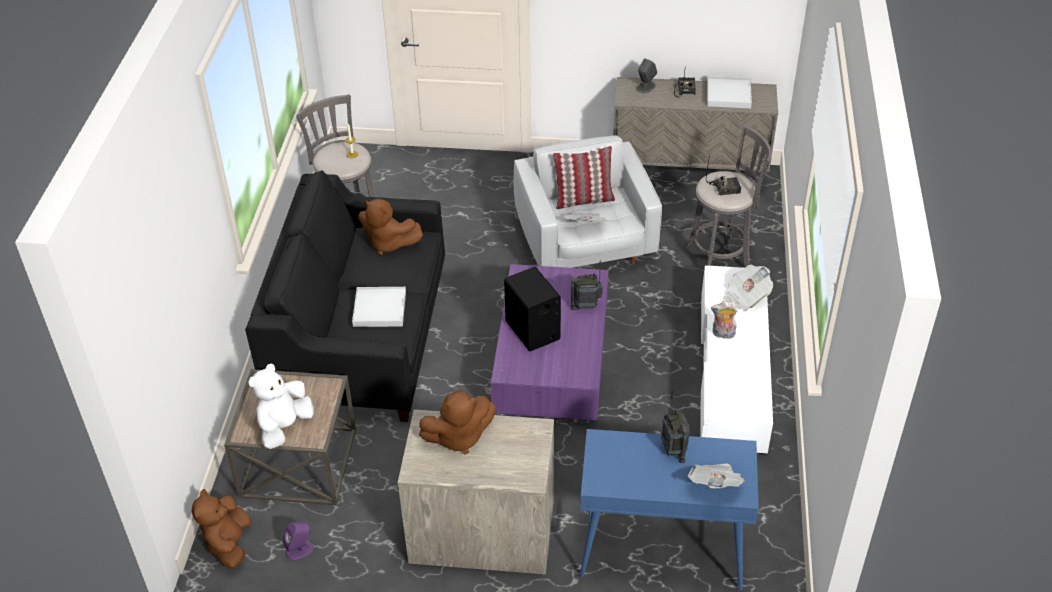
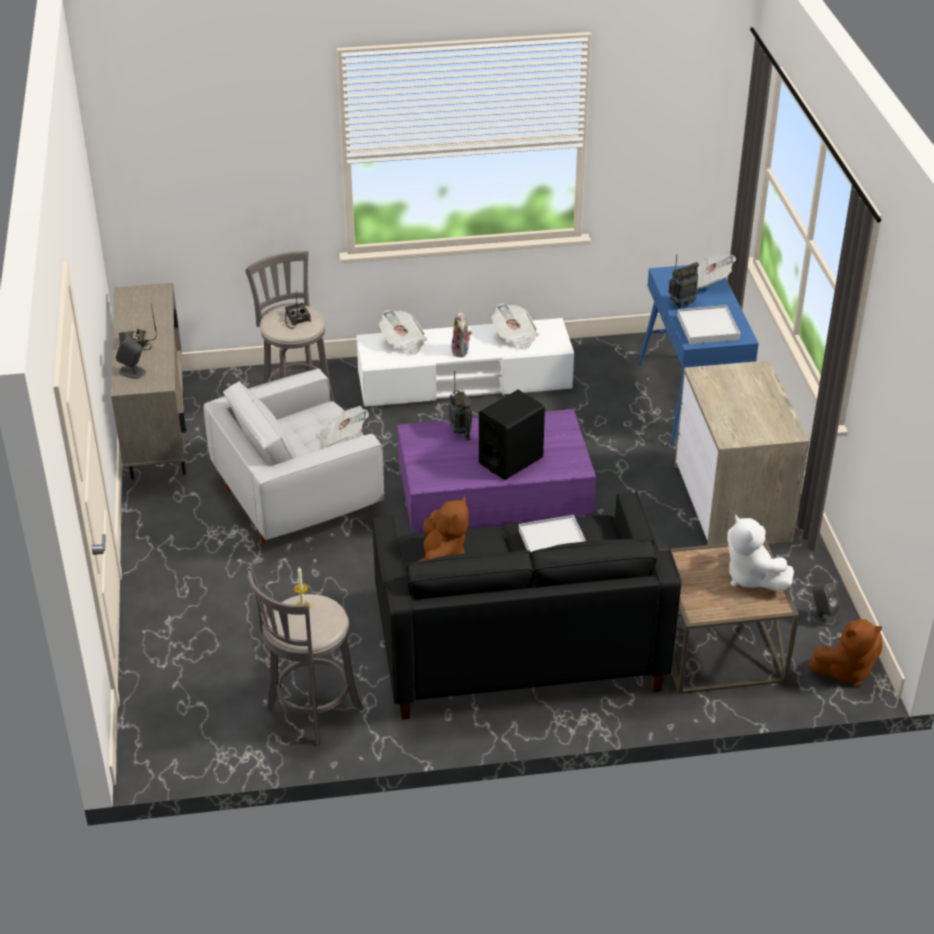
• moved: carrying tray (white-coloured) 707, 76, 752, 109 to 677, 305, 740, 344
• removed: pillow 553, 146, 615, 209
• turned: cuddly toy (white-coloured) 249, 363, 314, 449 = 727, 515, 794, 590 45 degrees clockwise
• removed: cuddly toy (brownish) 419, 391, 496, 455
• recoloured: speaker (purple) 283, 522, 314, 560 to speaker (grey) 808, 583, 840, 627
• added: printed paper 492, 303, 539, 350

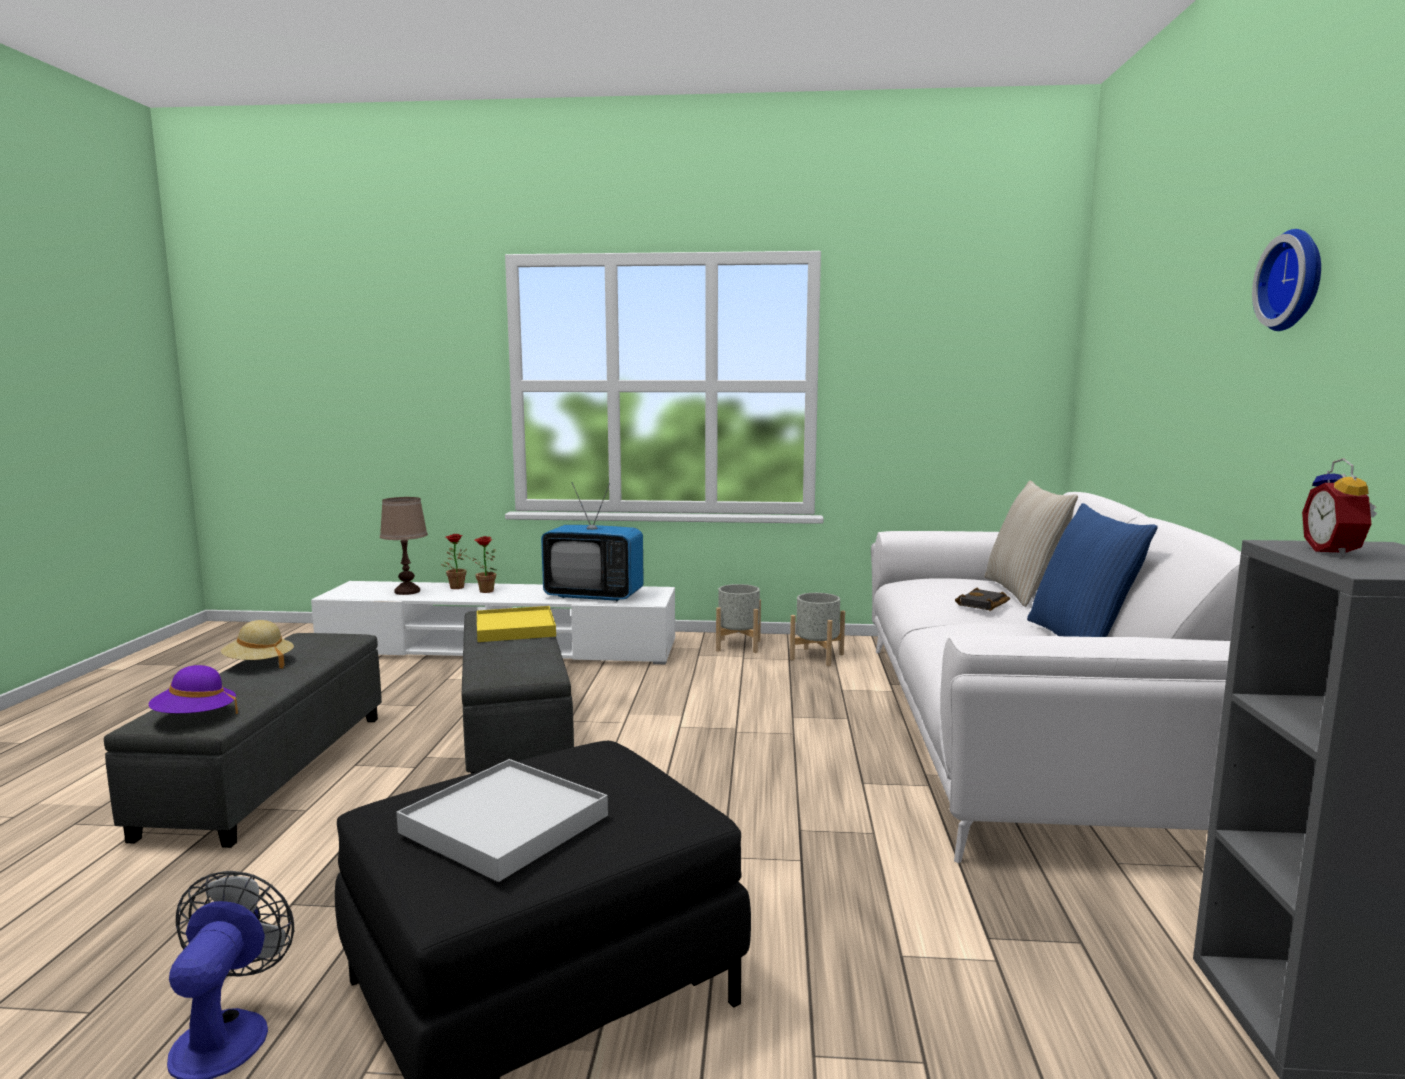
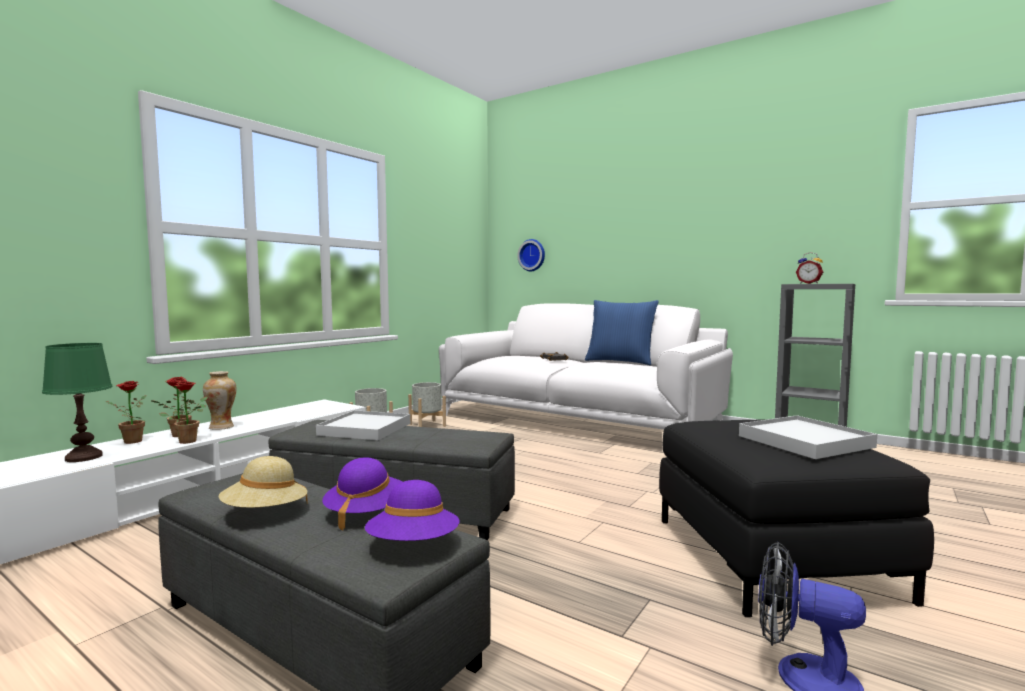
• moved: hanging clock 1252, 229, 1321, 331 to 517, 239, 545, 271
• removed: pillow (sand-coloured) 984, 481, 1078, 607
• removed: television 541, 482, 644, 601
• recoloured: table lamp (brownish) 380, 497, 428, 595 to table lamp (green) 42, 343, 113, 462
• recoloured: carrying tray (yellow) 477, 606, 556, 642 to carrying tray (white-coloured) 316, 410, 410, 440
• added: flower vase 203, 371, 236, 430
• added: houseplant 159, 381, 208, 444
• added: clothing hat (purple) 322, 457, 402, 531

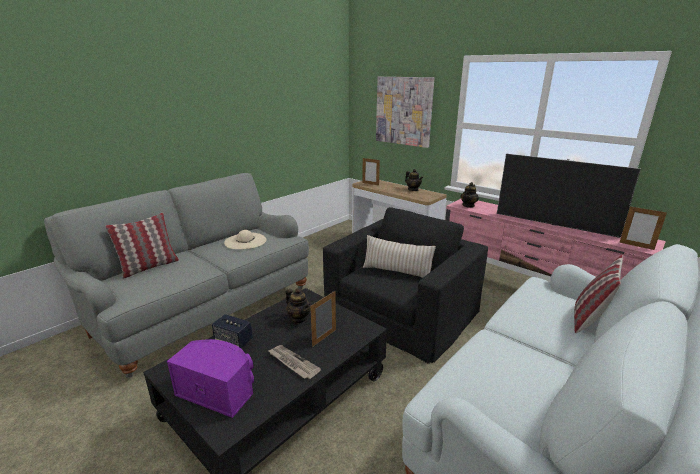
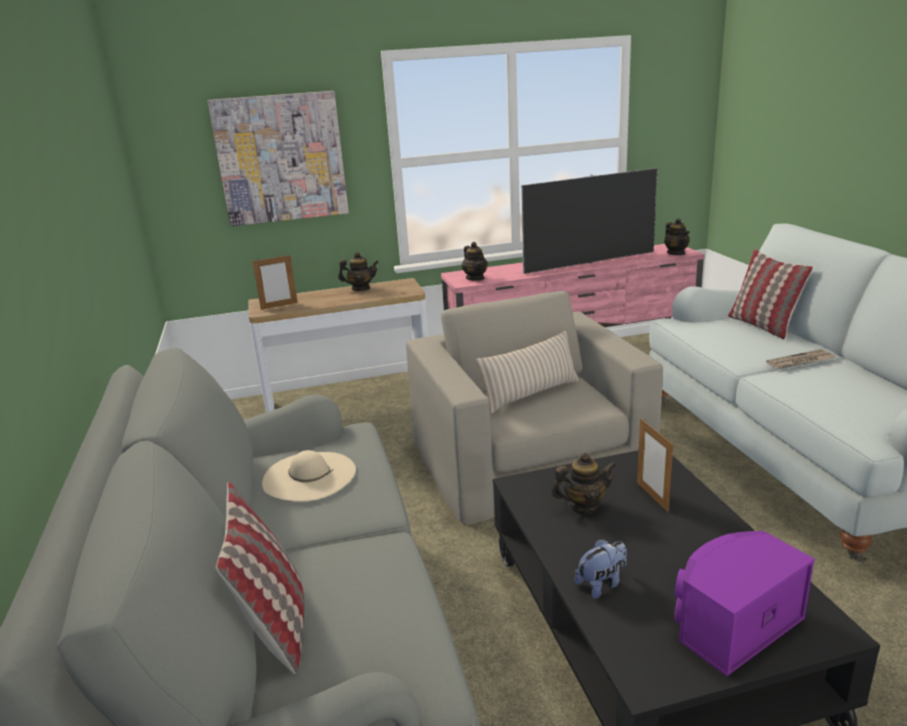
• replaced: standing frame 619, 206, 667, 250 to teapot 664, 218, 690, 255
• recoloured: easy chair (blackish) 323, 207, 488, 364 to easy chair (sand-coloured) 406, 291, 663, 526
• replaced: speaker 212, 314, 253, 348 to cuddly toy 575, 539, 627, 599
• moved: printed paper 268, 345, 321, 379 to 766, 349, 835, 369

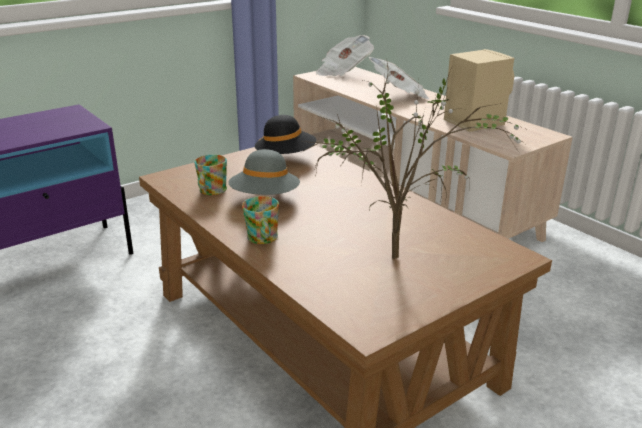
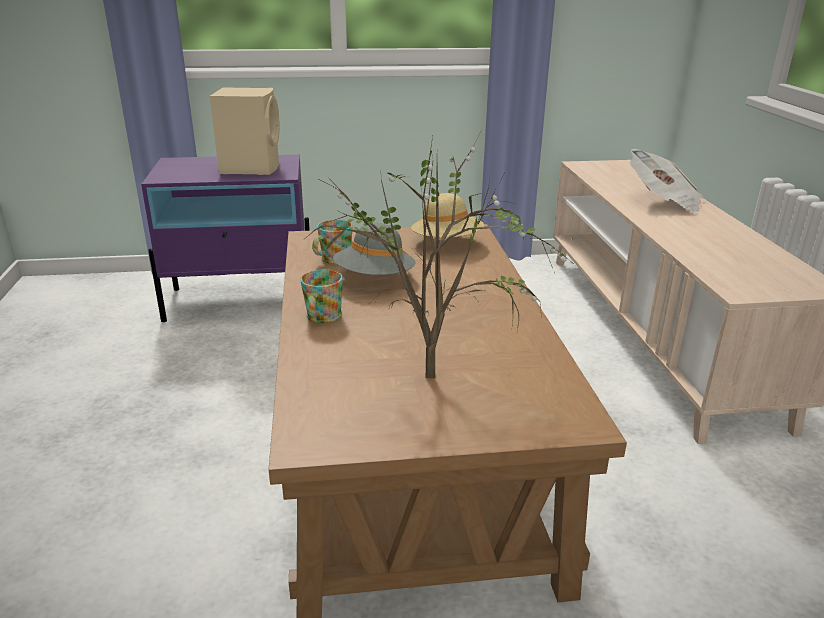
• removed: printed paper 315, 35, 374, 76
• moved: speaker (sand-coloured) 444, 49, 514, 132 to 210, 87, 280, 175
• recoloured: clothing hat (blackish) 255, 115, 316, 154 to clothing hat (sand-coloured) 411, 193, 484, 238

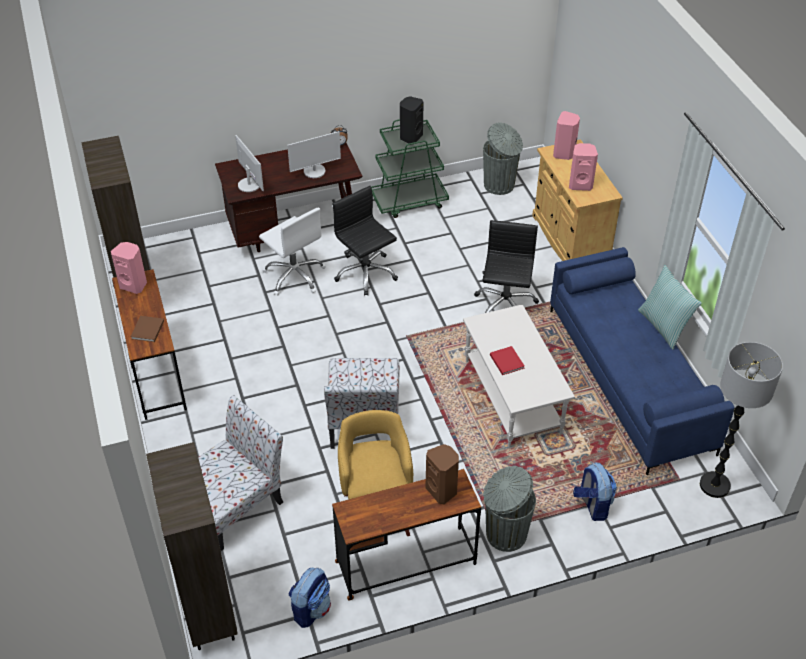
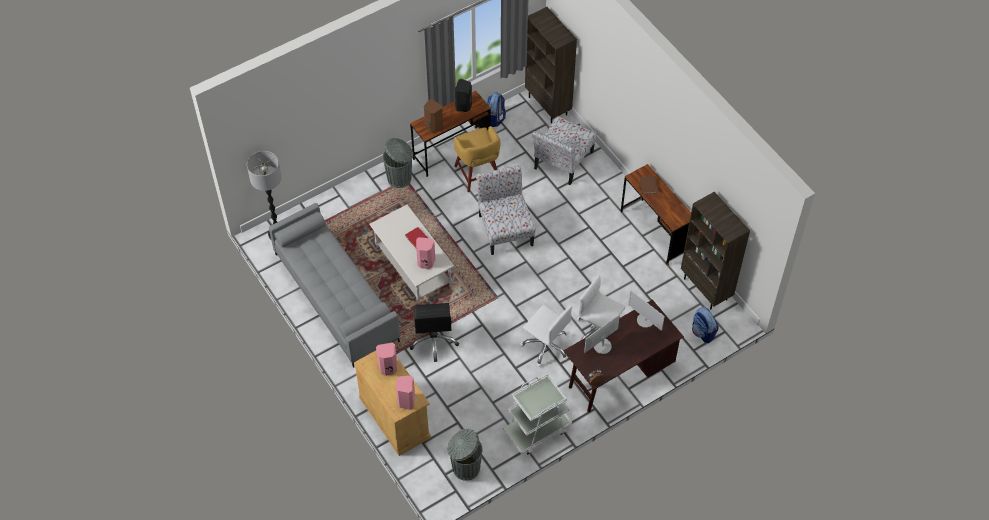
• moved: speaker (blackish) 400, 96, 424, 144 to 455, 79, 472, 112
• recoloured: wheeled cart (green) 371, 119, 449, 218 to wheeled cart (white-coloured) 503, 374, 572, 455
• recoloured: desk chair (blackish) 332, 186, 398, 296 to desk chair (white-coloured) 521, 304, 573, 367
• moved: speaker (pink) 111, 242, 147, 294 to 416, 237, 435, 269
• recoloured: settee (blue-coloured) 550, 247, 735, 475 to settee (grey) 269, 203, 400, 368
• removed: pillow 638, 265, 702, 350
• moved: rucksack 573, 462, 617, 521 to 692, 307, 719, 343

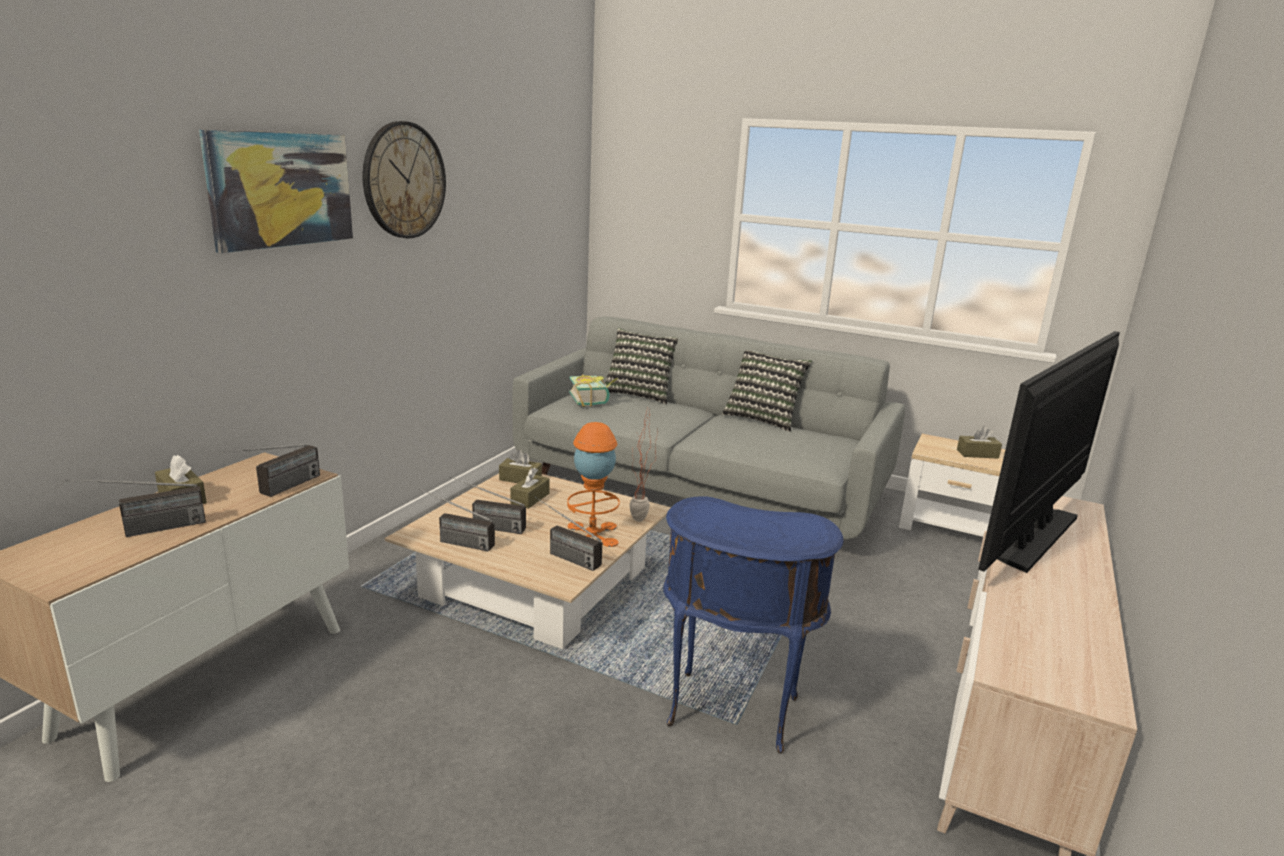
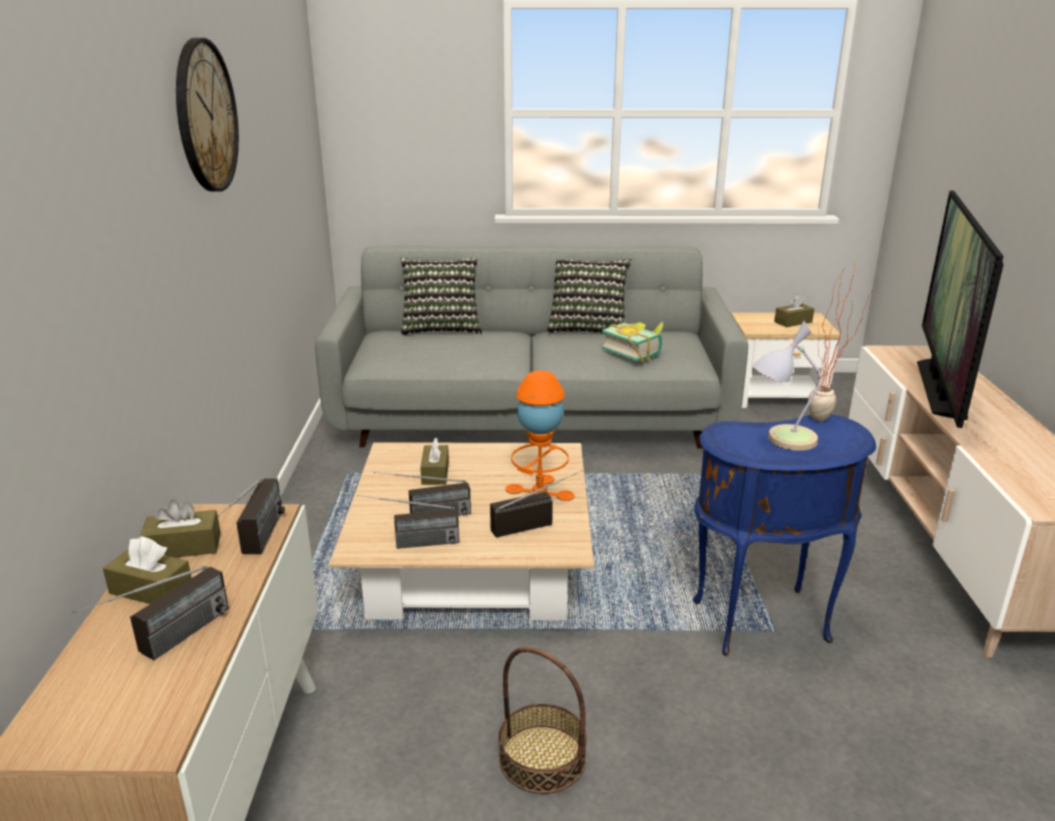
• removed: wall picture 199, 130, 353, 253
• moved: bound book 569, 374, 618, 407 to 601, 321, 663, 362
• moved: houseplant 629, 406, 657, 522 to 808, 261, 874, 422
• moved: box of tissues (brownish) 499, 450, 542, 483 to 140, 499, 221, 558
• turned: radio receiver 535, 497, 602, 571 = 490, 470, 583, 538 150 degrees clockwise
• added: table lamp 753, 321, 821, 451
• added: basket 498, 647, 587, 794

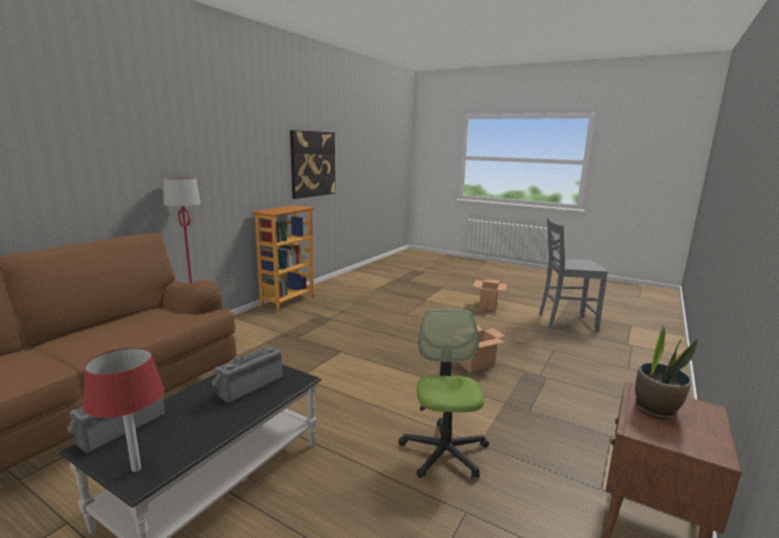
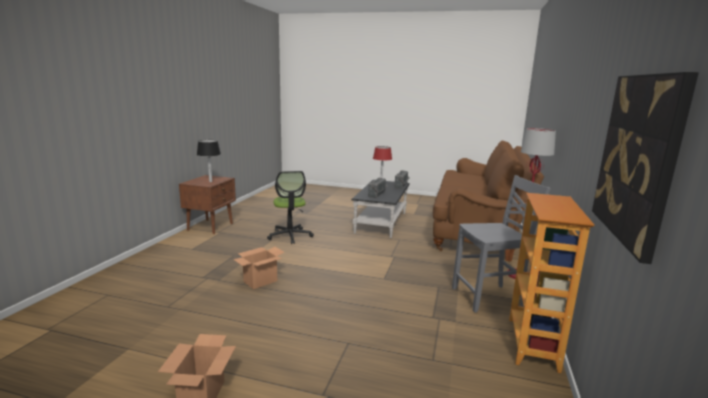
• moved: plain chair (grey) 539, 218, 608, 332 to 452, 175, 551, 313
• replaced: houseplant 634, 324, 698, 420 to table lamp (blackish) 197, 140, 221, 182

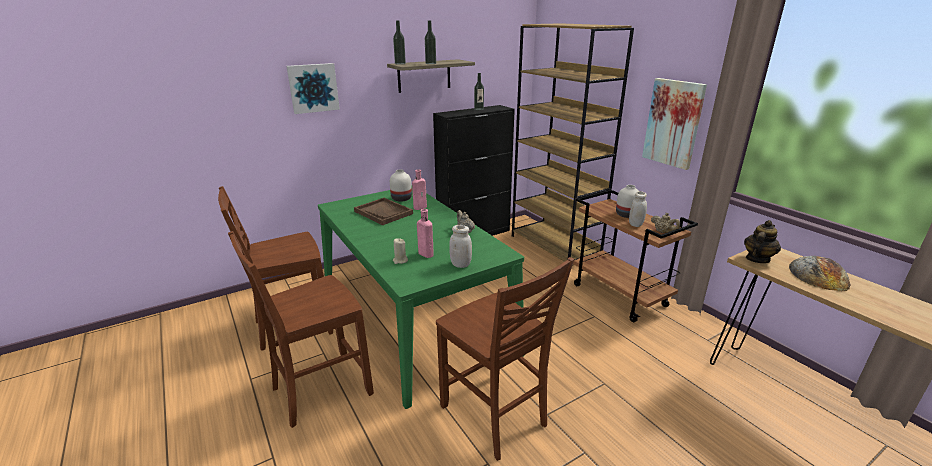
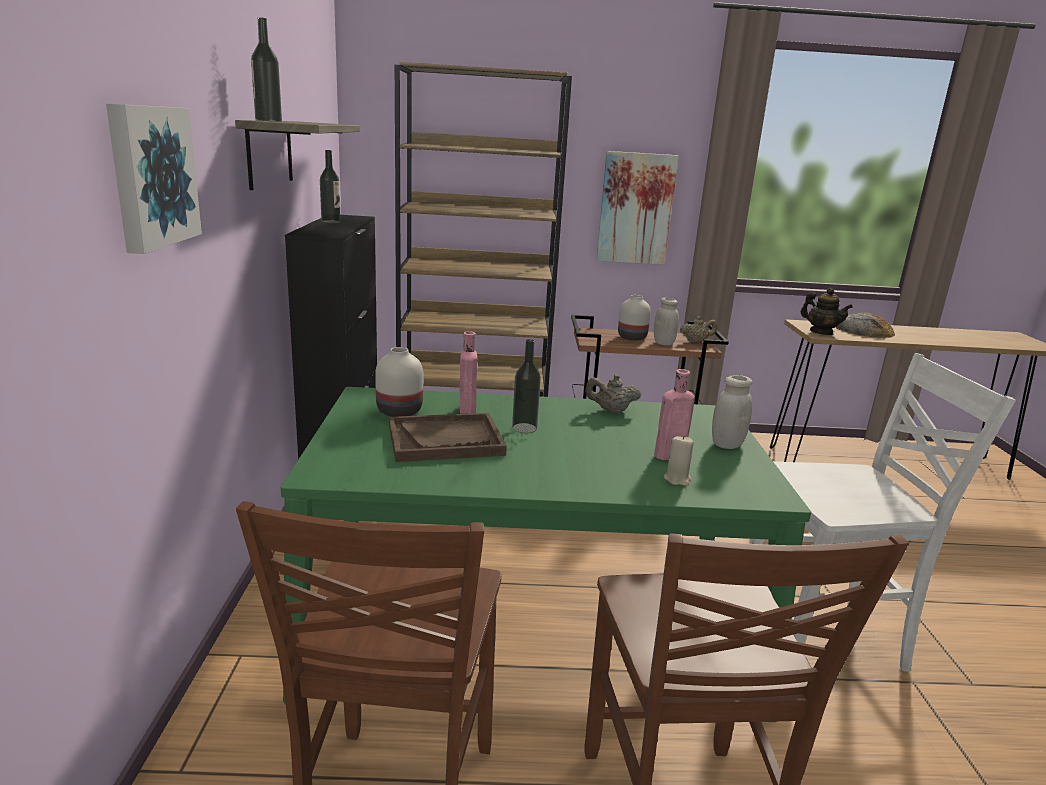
• moved: bottle 425, 20, 436, 64 to 512, 339, 541, 433
• turned: teapot 744, 220, 781, 263 = 800, 288, 853, 335 150 degrees clockwise
• recoloured: plain chair (brownish) 436, 257, 574, 461 to plain chair (white-coloured) 749, 353, 1016, 672

